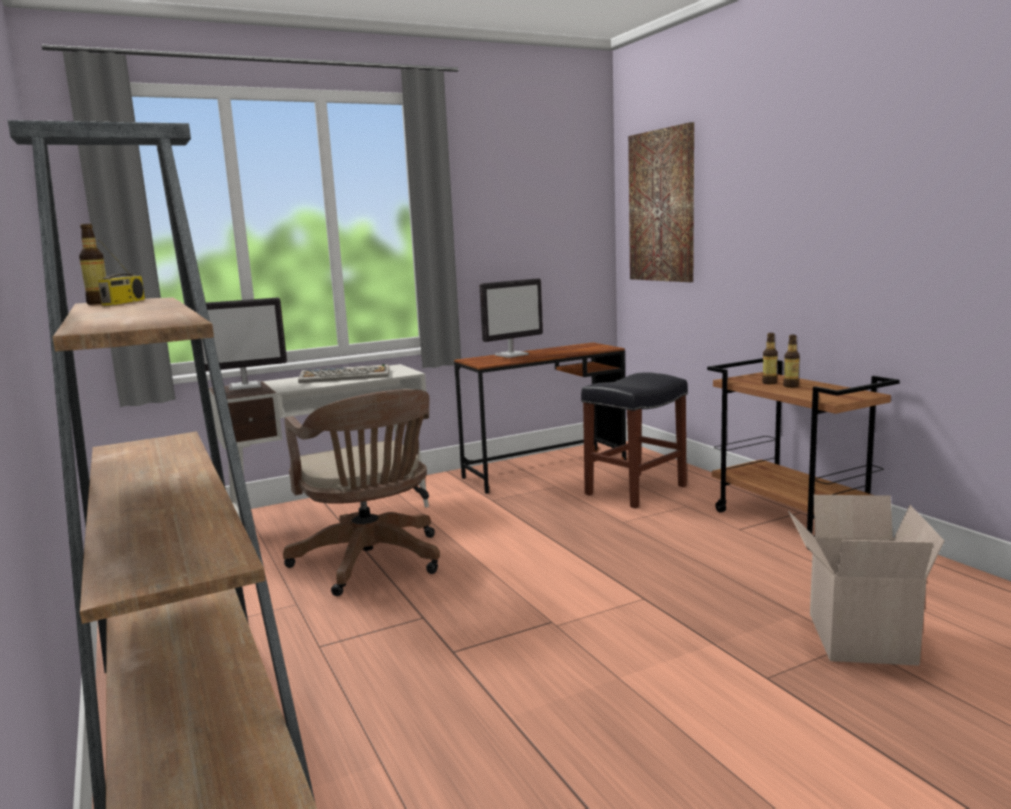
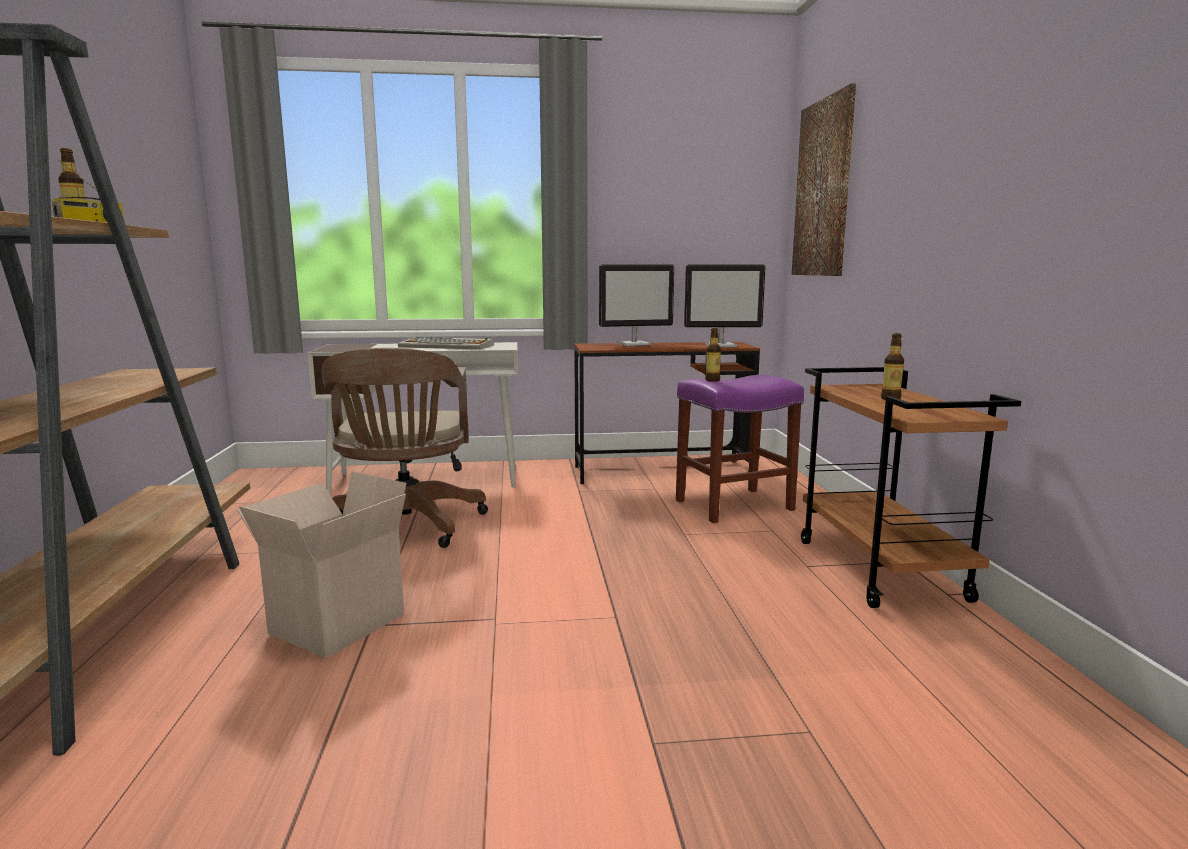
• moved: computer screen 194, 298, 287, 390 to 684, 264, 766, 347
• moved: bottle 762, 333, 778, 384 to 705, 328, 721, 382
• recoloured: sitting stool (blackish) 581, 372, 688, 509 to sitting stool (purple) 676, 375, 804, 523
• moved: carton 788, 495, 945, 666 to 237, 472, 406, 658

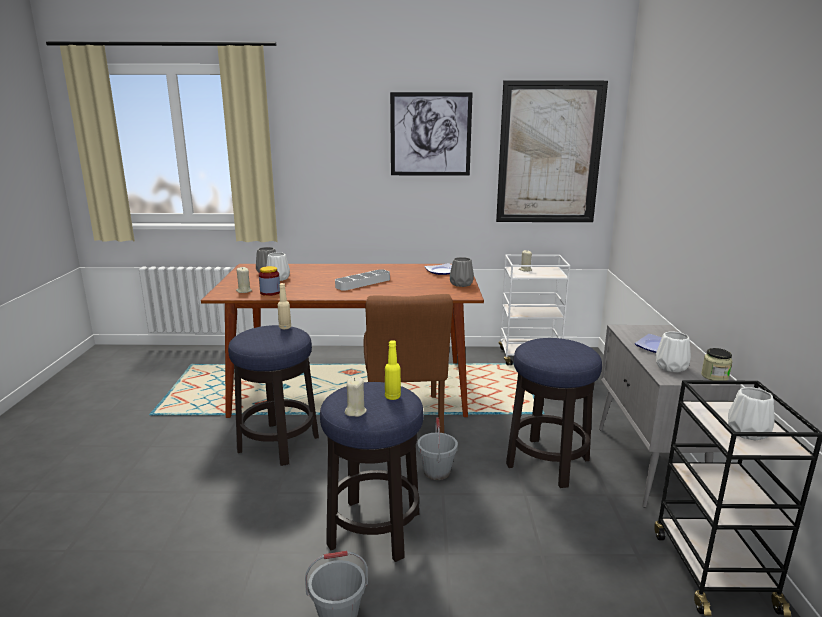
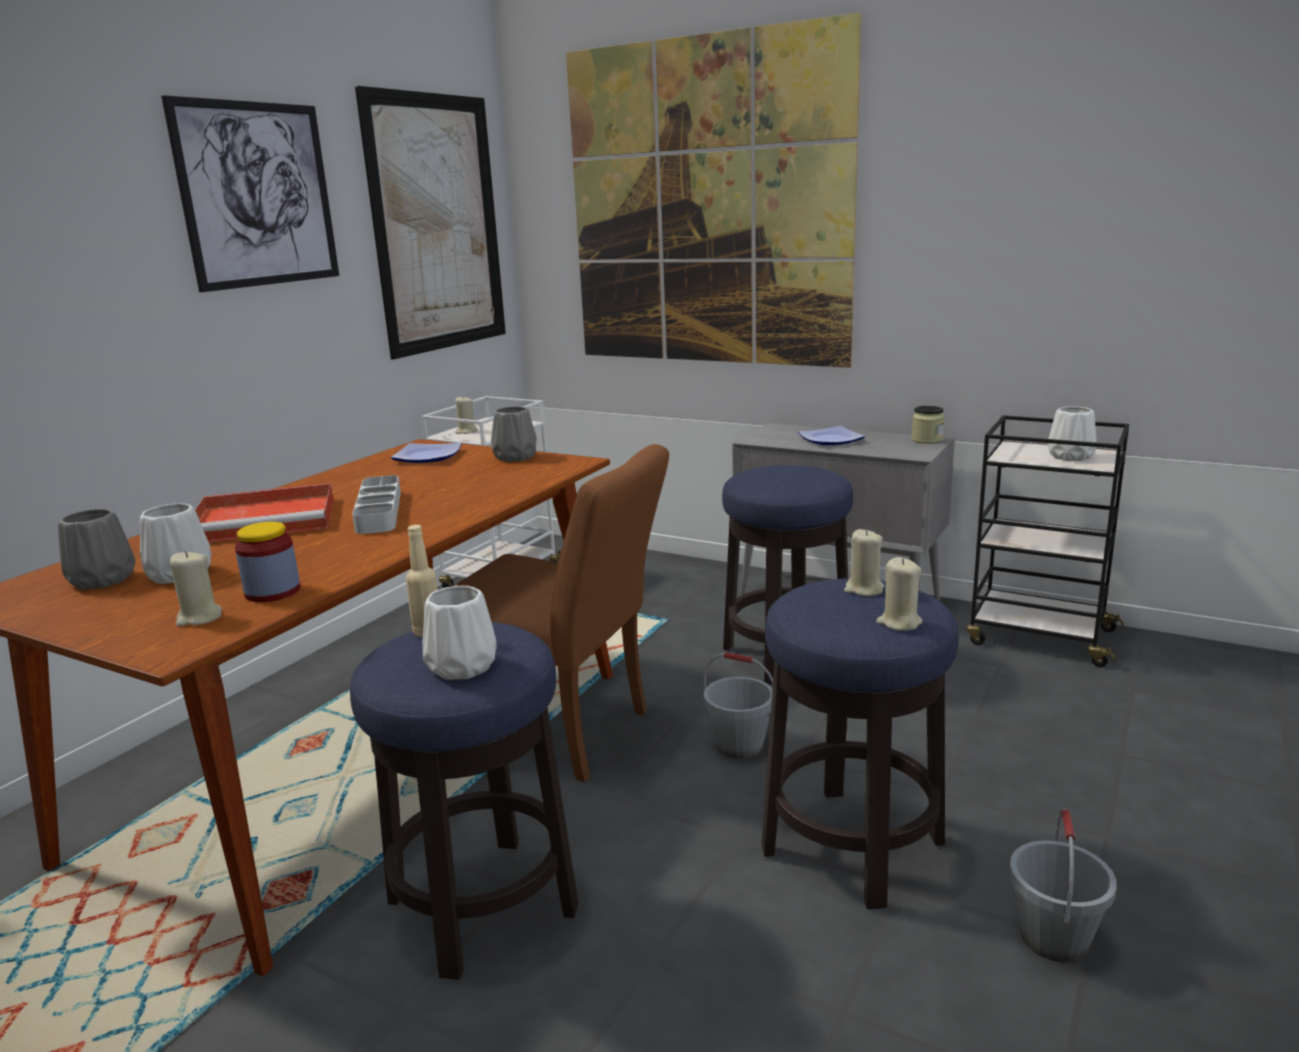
• moved: flower vase (white-coloured) 656, 331, 691, 373 to 423, 586, 497, 680
• replaced: bottle (yellow) 385, 340, 401, 400 to wax candle (sand-coloured) 844, 529, 884, 596
• added: wall picture 566, 13, 862, 368
• added: carrying tray (reddish) 195, 483, 333, 542

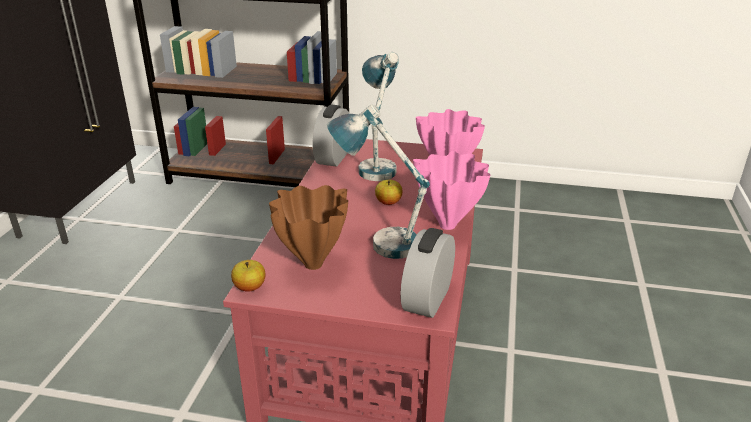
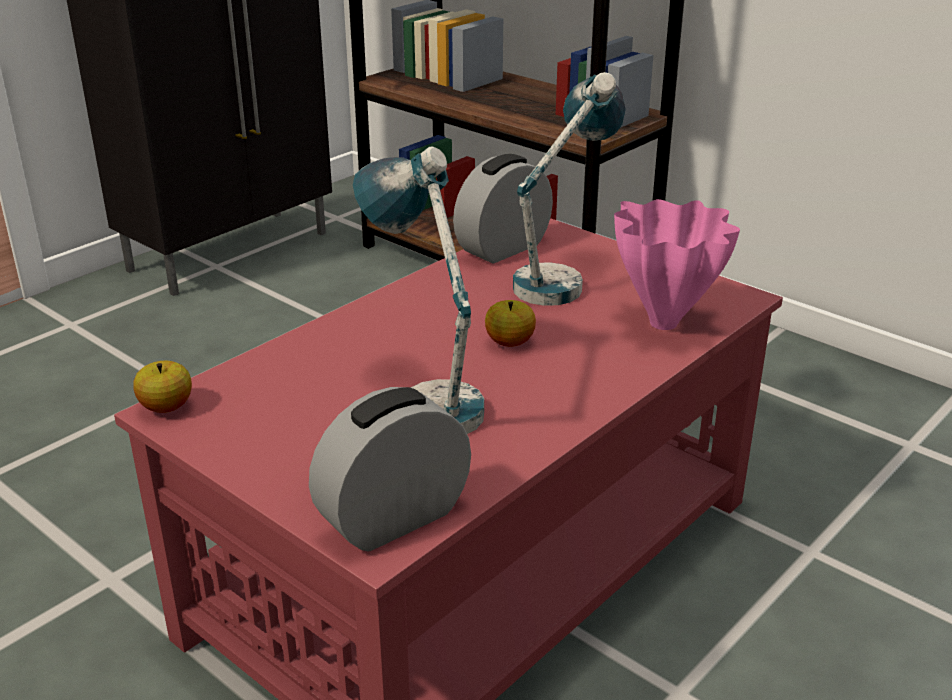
• removed: flower vase (pink) 413, 151, 490, 230
• removed: flower vase (brownish) 269, 185, 348, 270

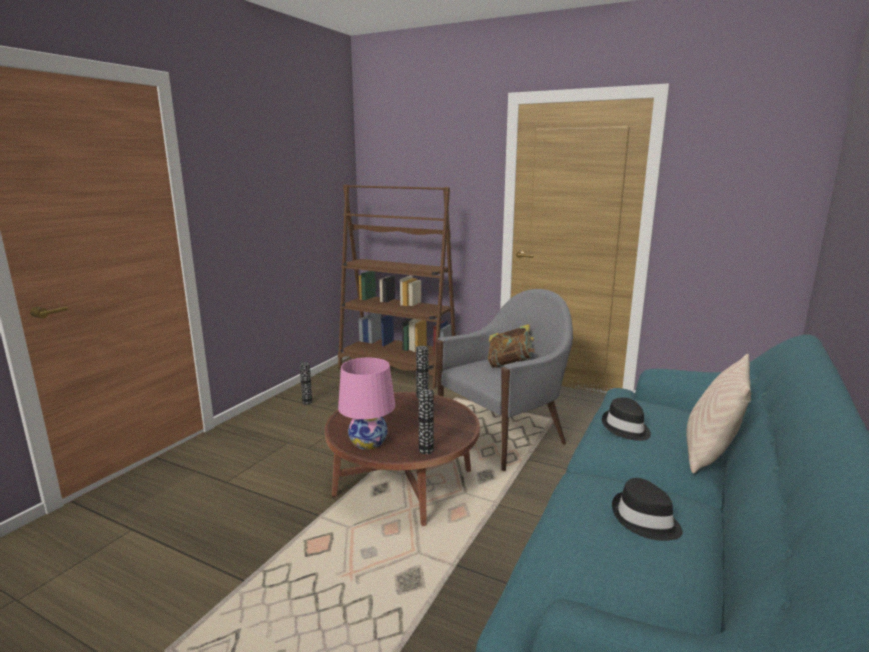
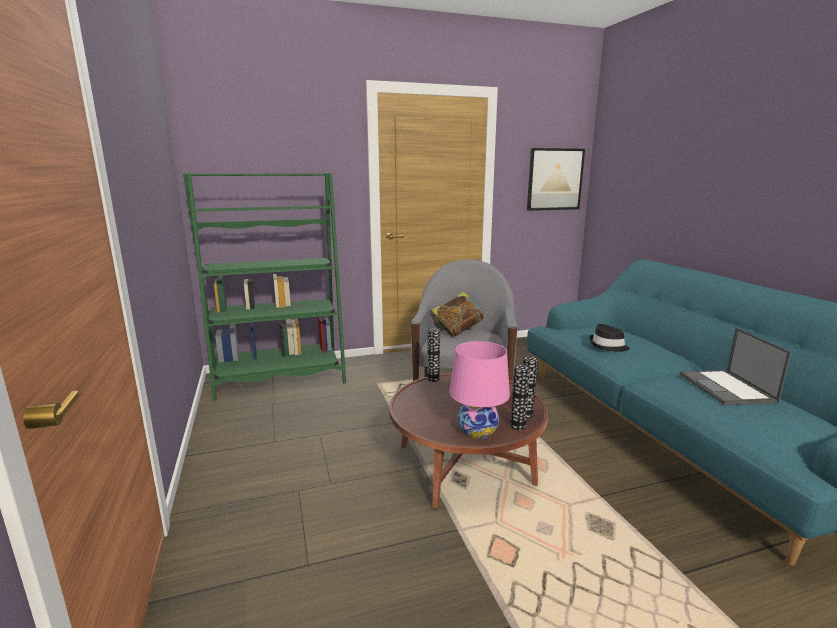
• recoloured: bookshelf (brownish) 338, 185, 456, 389 to bookshelf (green) 183, 173, 346, 400
• removed: pillow (sand-coloured) 686, 354, 751, 473
• moved: flower vase 300, 362, 312, 405 to 511, 365, 530, 430
• replaced: clothing hat (blackish) 612, 478, 683, 541 to notebook computer 679, 328, 791, 405
• added: wall picture 527, 148, 585, 211

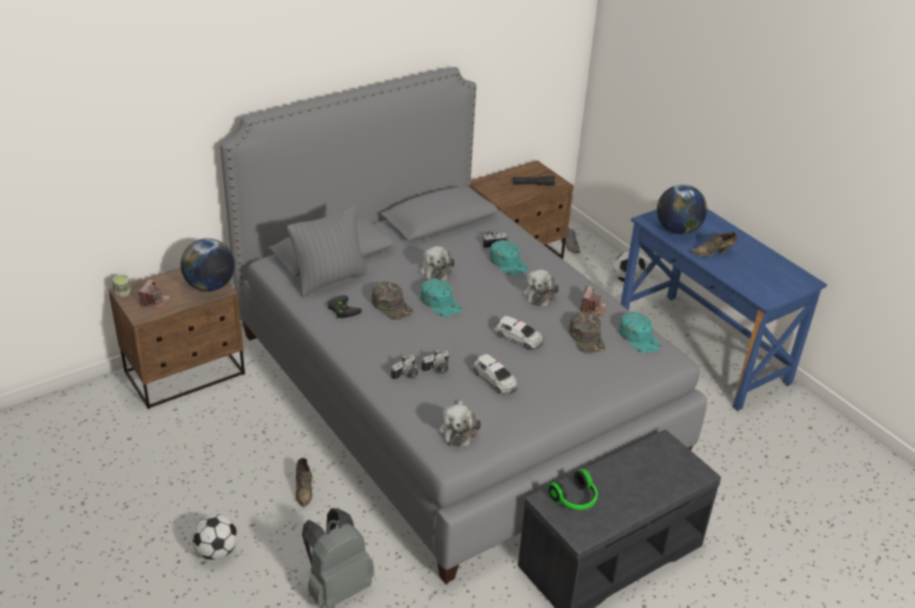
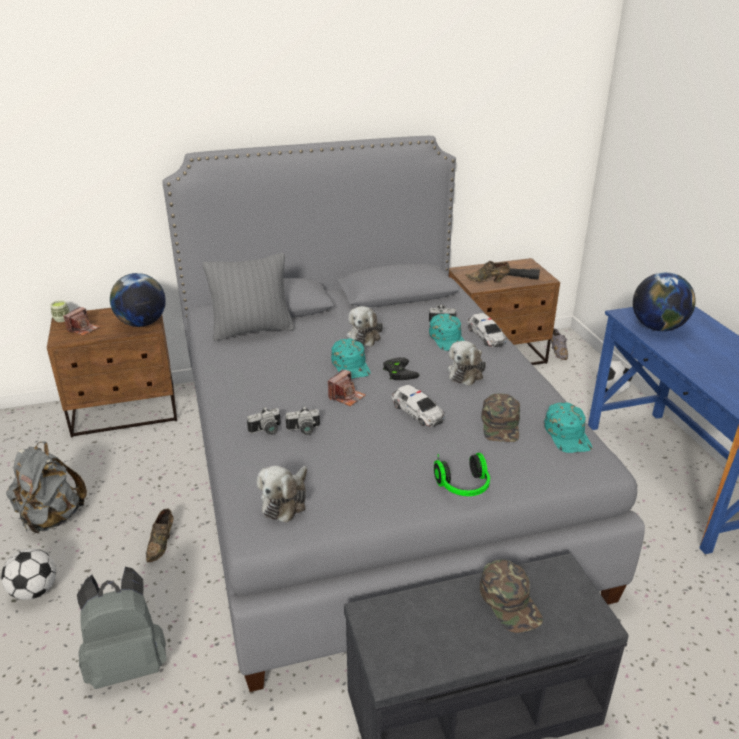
• moved: low shoe (brownish) 691, 232, 737, 257 to 465, 261, 510, 282
• moved: peaked cap (green) 372, 282, 414, 320 to 480, 559, 543, 633
• moved: still camera 580, 286, 607, 316 to 328, 369, 366, 407
• moved: gamepad (blackish) 328, 295, 362, 318 to 383, 357, 419, 380
• moved: toy car 471, 354, 519, 395 to 468, 313, 507, 347
• moved: pair of headphones 548, 468, 598, 510 to 434, 453, 490, 496
• added: rucksack (grey) 6, 441, 87, 534

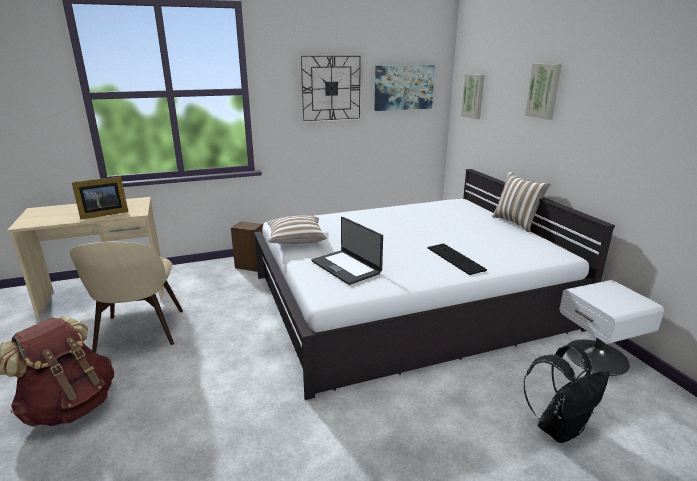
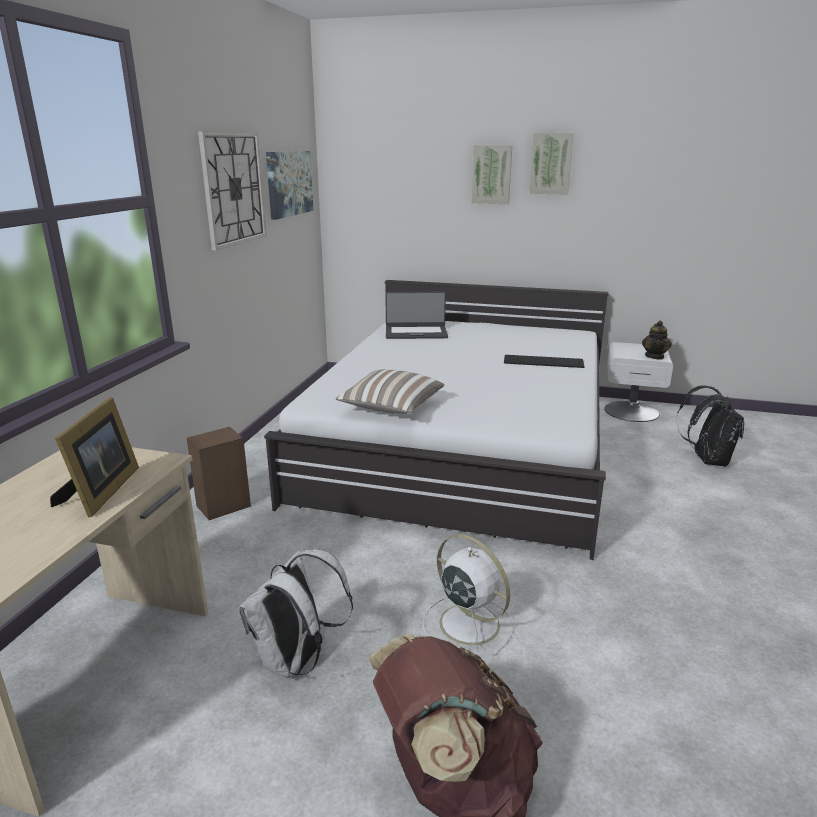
• moved: wall picture 461, 74, 485, 119 to 529, 133, 574, 195
• removed: pillow 492, 172, 550, 232
• moved: notebook computer 311, 217, 383, 285 to 385, 292, 448, 339
• replaced: plain chair (sand-coloured) 70, 242, 183, 352 to rucksack (white-coloured) 238, 549, 353, 678
• added: teapot 642, 321, 672, 359
• added: electric fan (white-coloured) 422, 534, 514, 656

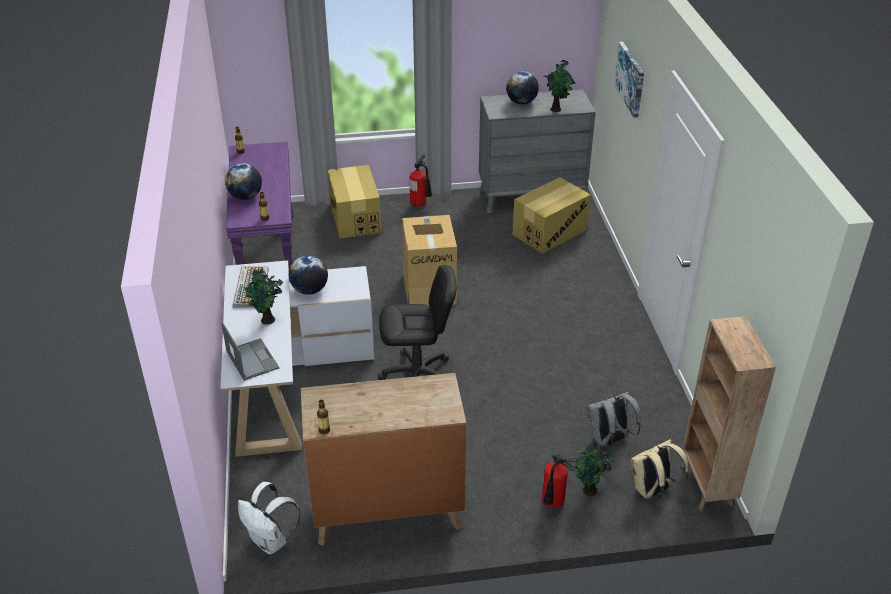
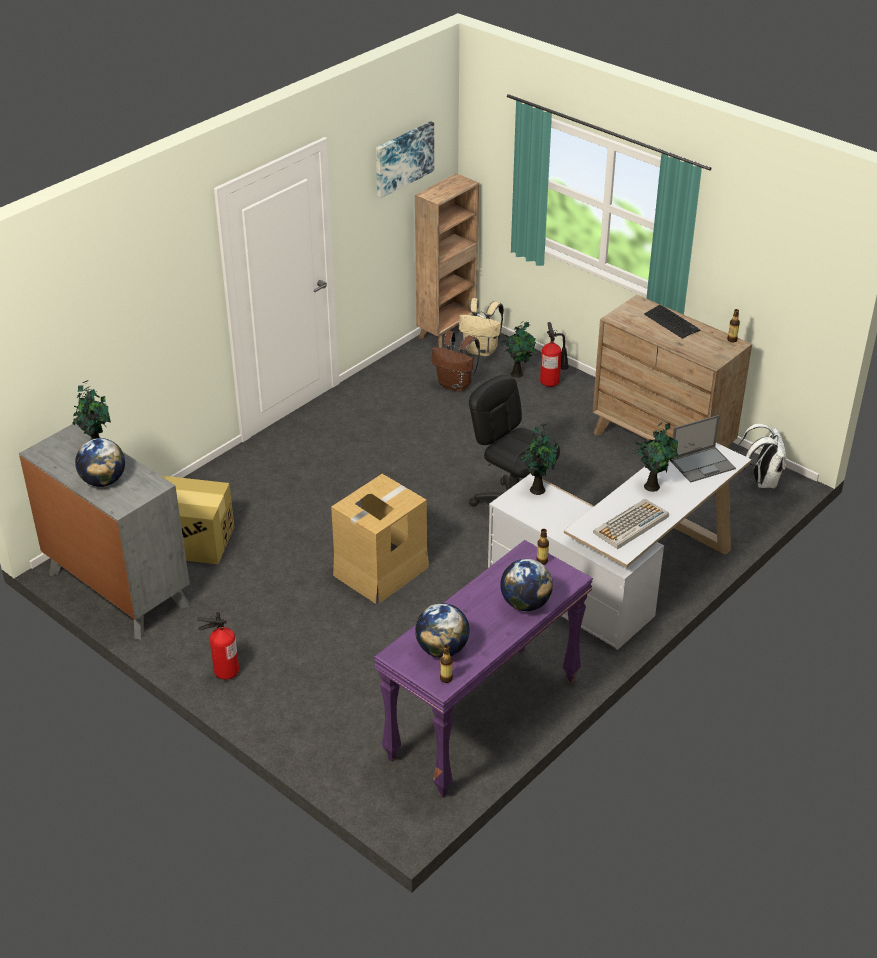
• moved: wall picture 614, 42, 644, 118 to 376, 121, 434, 198
• removed: carton 328, 165, 381, 239
• moved: desk globe 289, 256, 328, 295 to 415, 603, 470, 658
• turned: notebook computer 221, 321, 279, 381 = 670, 415, 736, 483 135 degrees counterclockwise
• recoloured: rucksack (grey) 587, 392, 641, 447 to rucksack (brownish) 432, 331, 480, 392
• added: PC keyboard 644, 305, 701, 339
• added: houseplant 519, 425, 559, 495

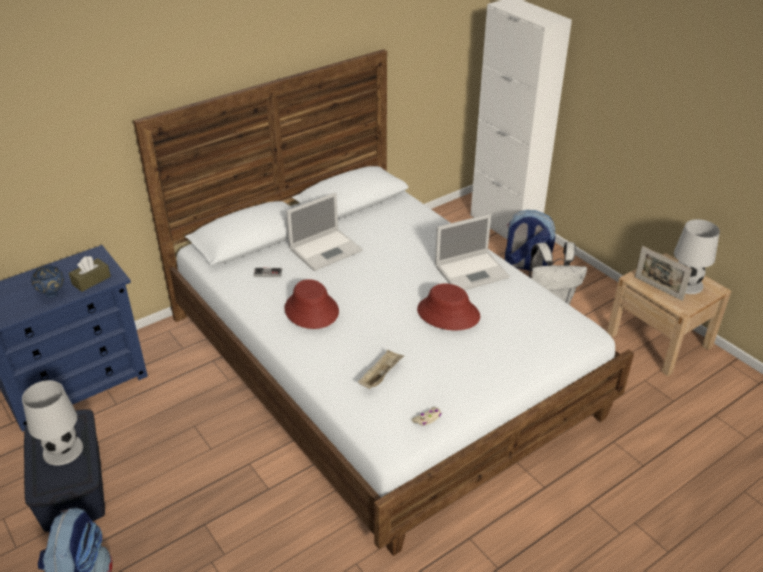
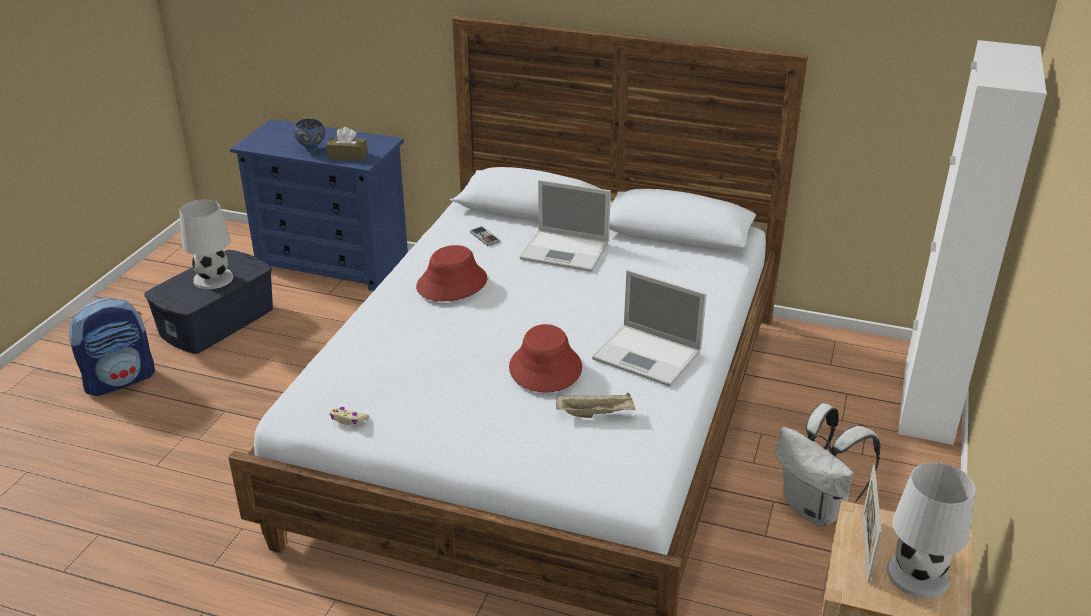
• removed: rucksack 505, 210, 555, 271
• moved: carrying tray (sand-coloured) 358, 350, 404, 389 to 556, 392, 635, 418

